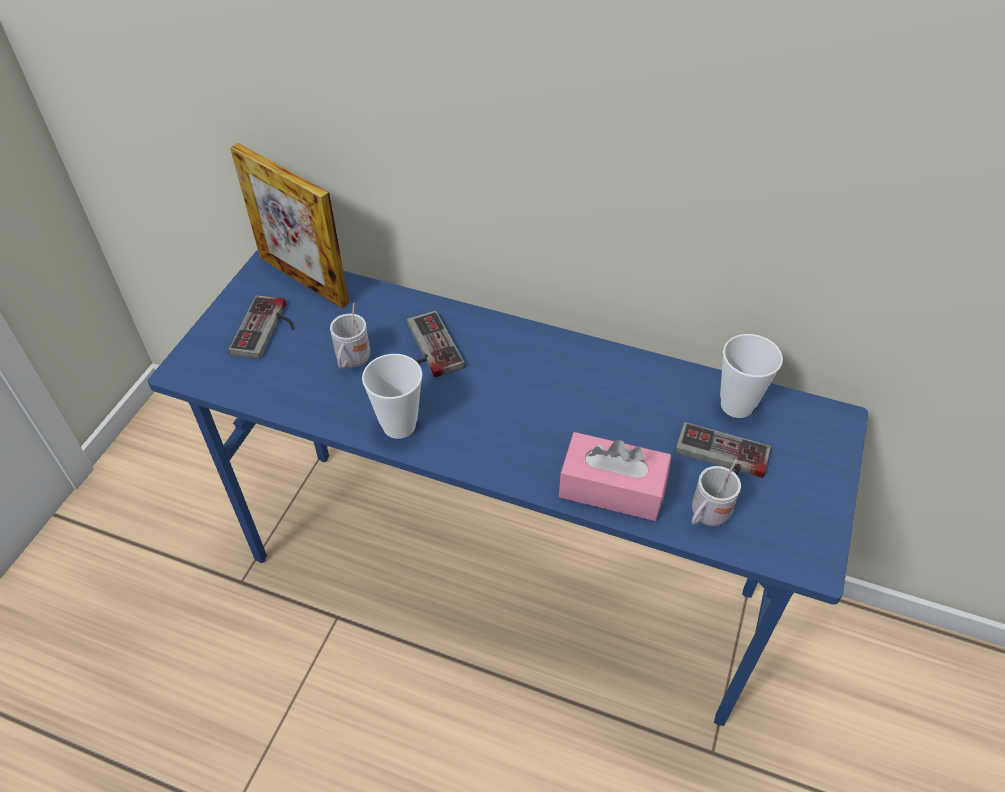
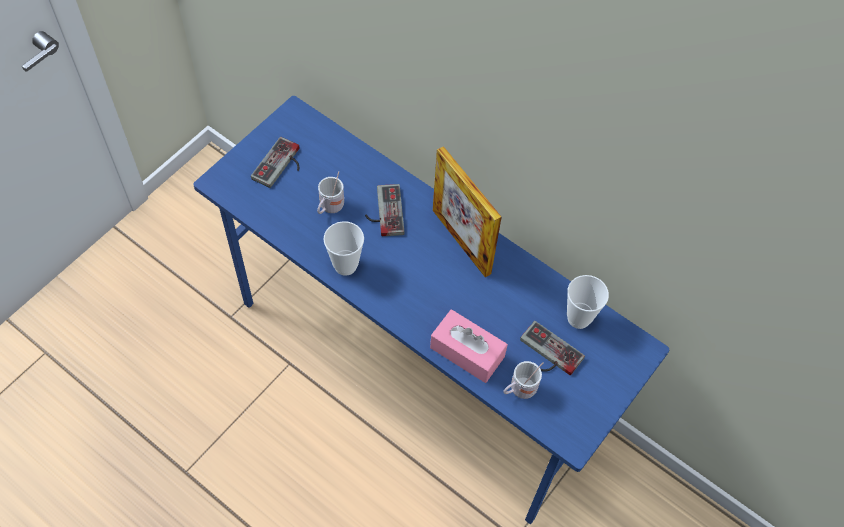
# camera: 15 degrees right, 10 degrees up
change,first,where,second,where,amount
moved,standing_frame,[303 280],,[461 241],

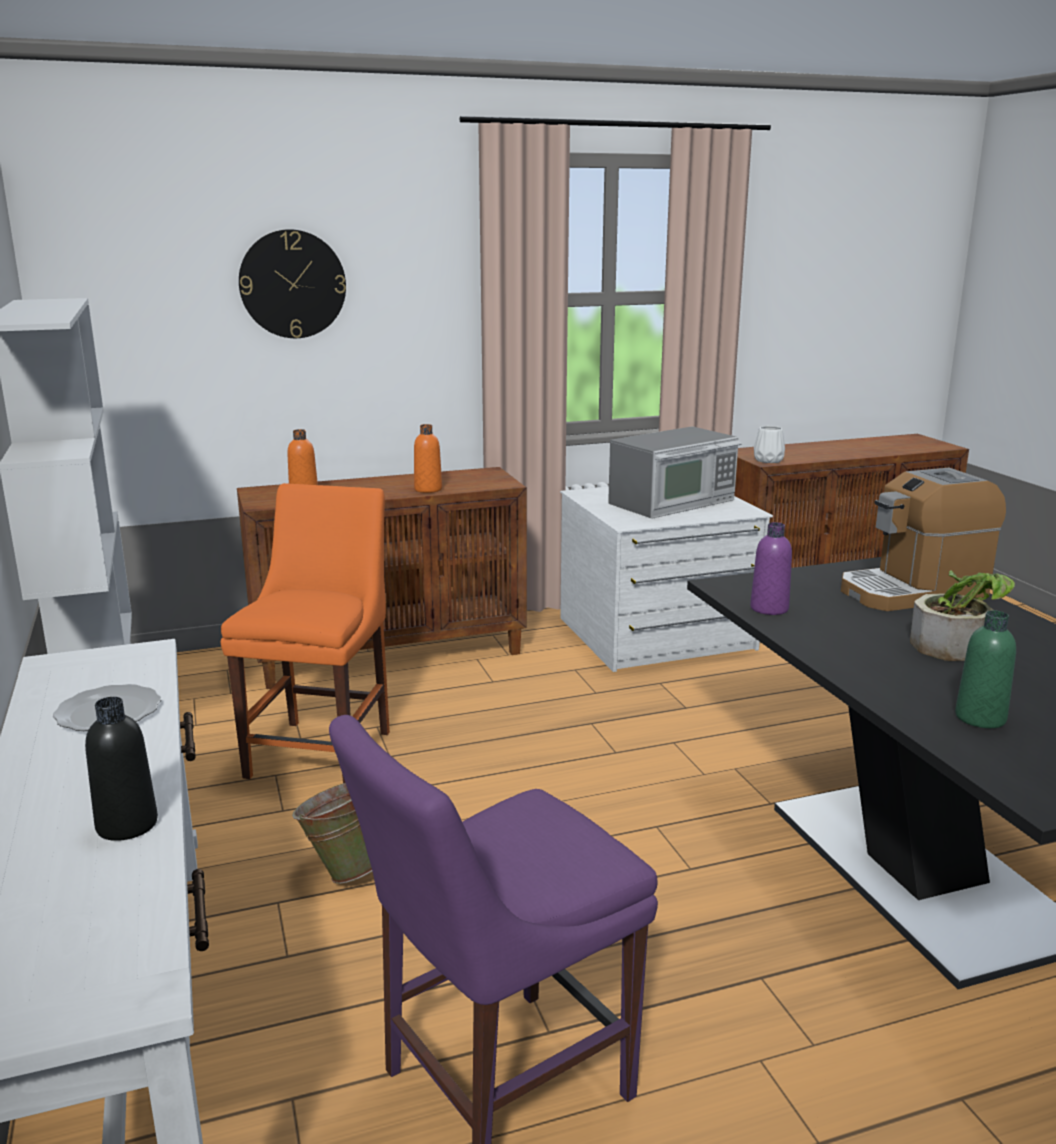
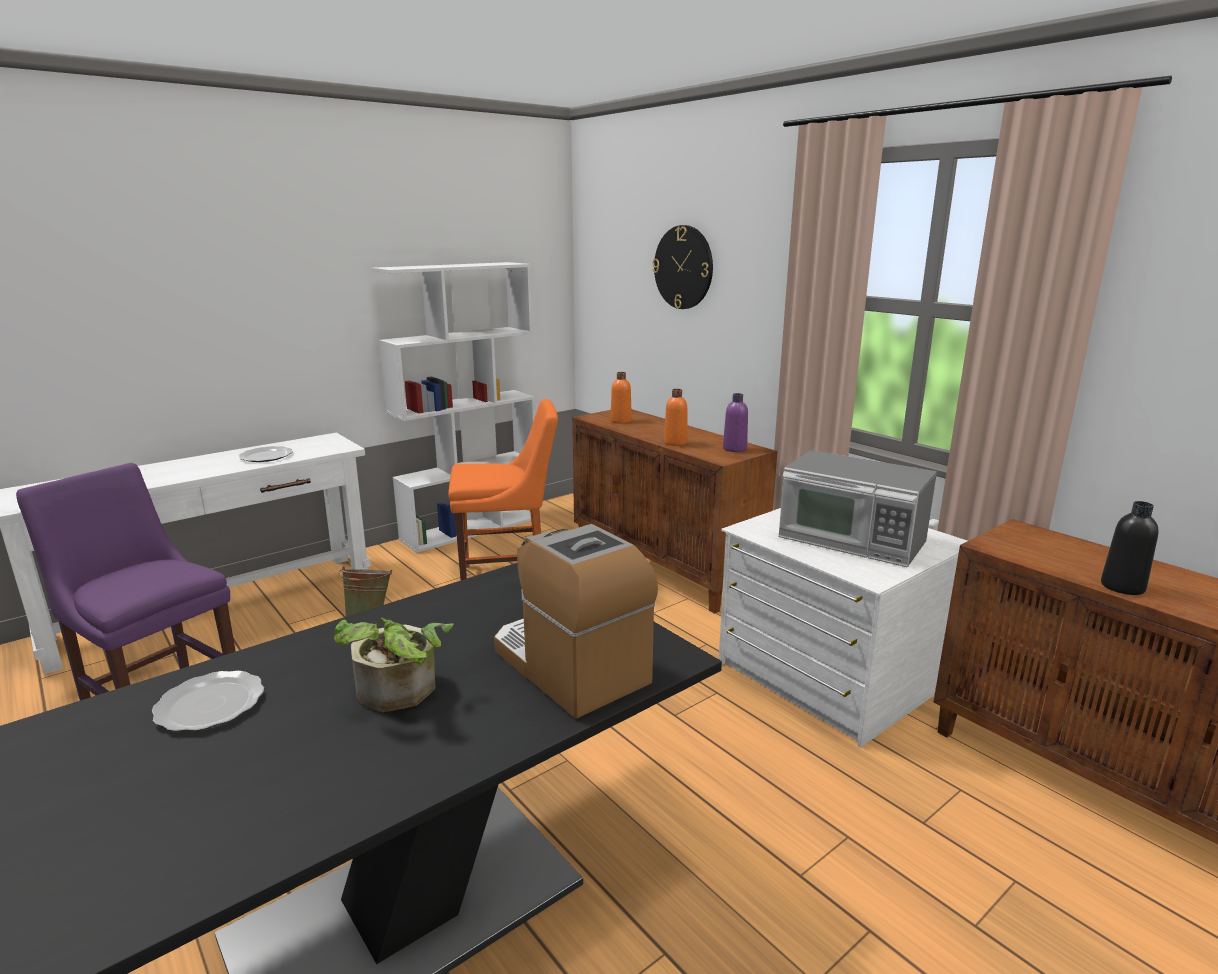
# camera: 70 degrees right, 0 degrees up
change,first,where,second,where,amount
removed,white-coloured_flower_vase,[769 460],,,
moved,black-coloured_drink_bottle,[127 825],,[1122 587],
moved,purplish_drink_bottle,[769 608],,[734 449],
replaced,greenish_drink_bottle,[980 718],dinner_plate,[212 704],

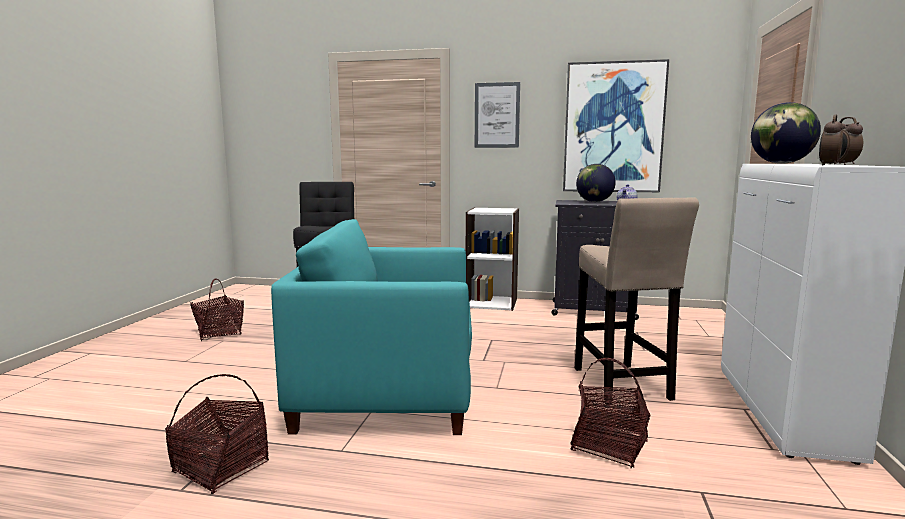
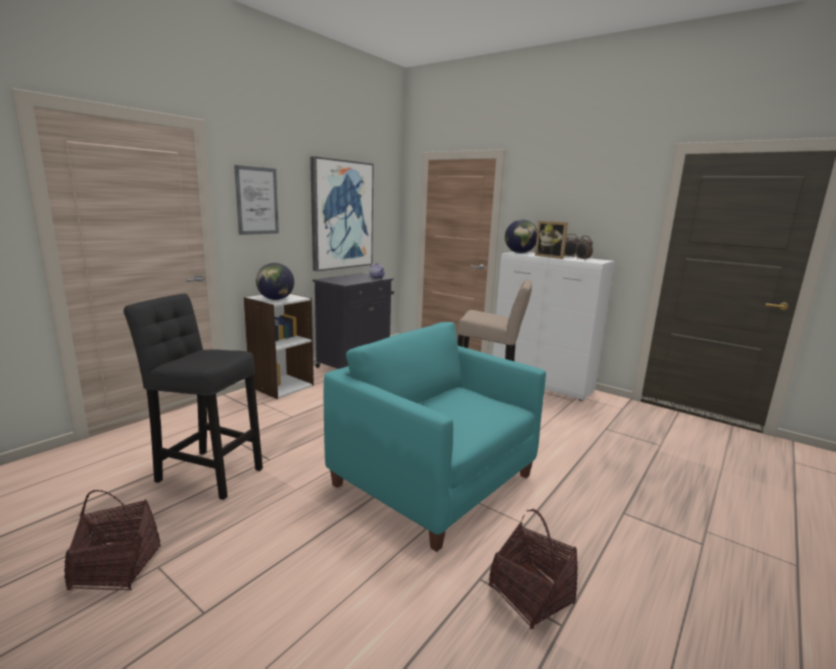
# camera: 65 degrees left, 5 degrees up
change,first,where,second,where,amount
removed,household_basket,[609 447],,,
added,,,standing_frame,[550 257],
moved,desk_globe,[594 202],,[275 299],
turned,turquoise-coloured_armchair,[388 391],,[433 480],105 degrees clockwise

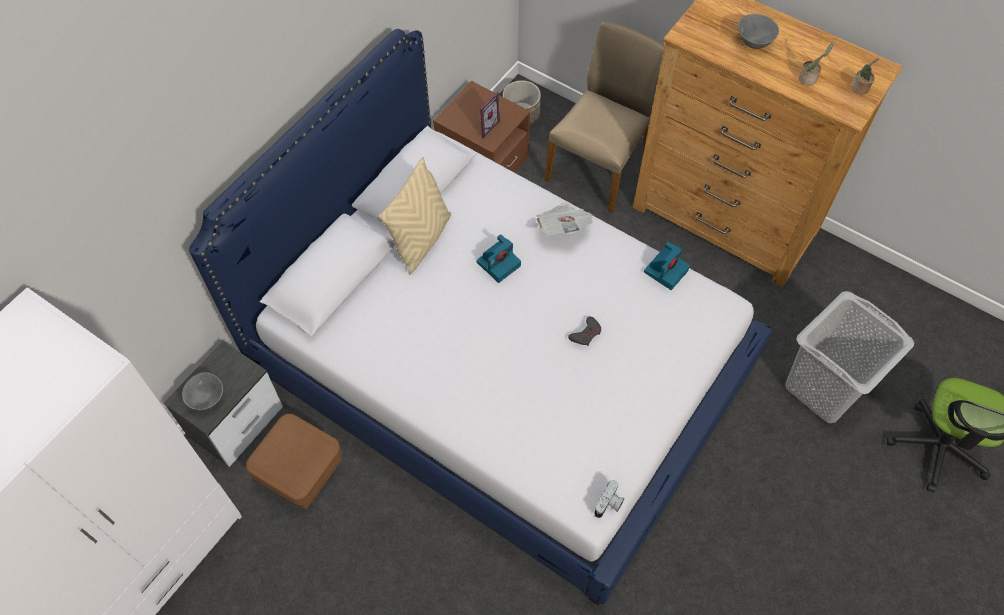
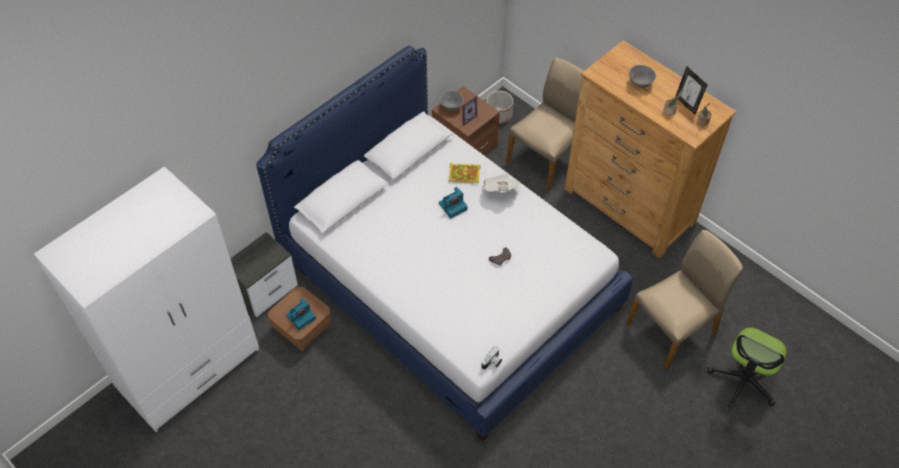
# camera: 10 degrees right, 5 degrees down
change,first,where,second,where,amount
removed,beige_cushion,[421 240],,,
added,,,bound_book,[465 174],
added,,,standing_frame,[686 104],
moved,gray_deep_dish,[206 399],,[451 106],
moved,photo_camera,[666 270],,[301 316],
replaced,gray_laundry_basket,[825 387],beige_upright_chair,[673 329],

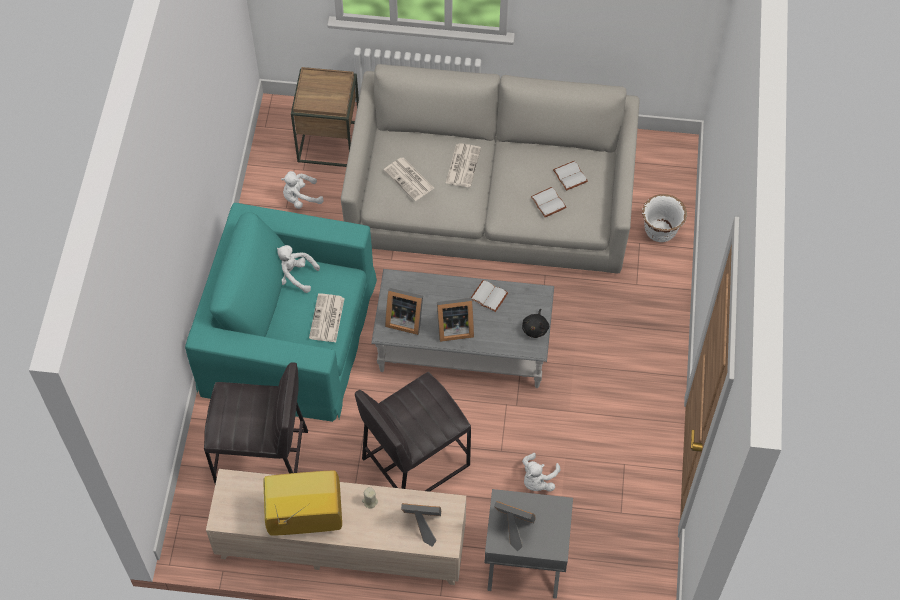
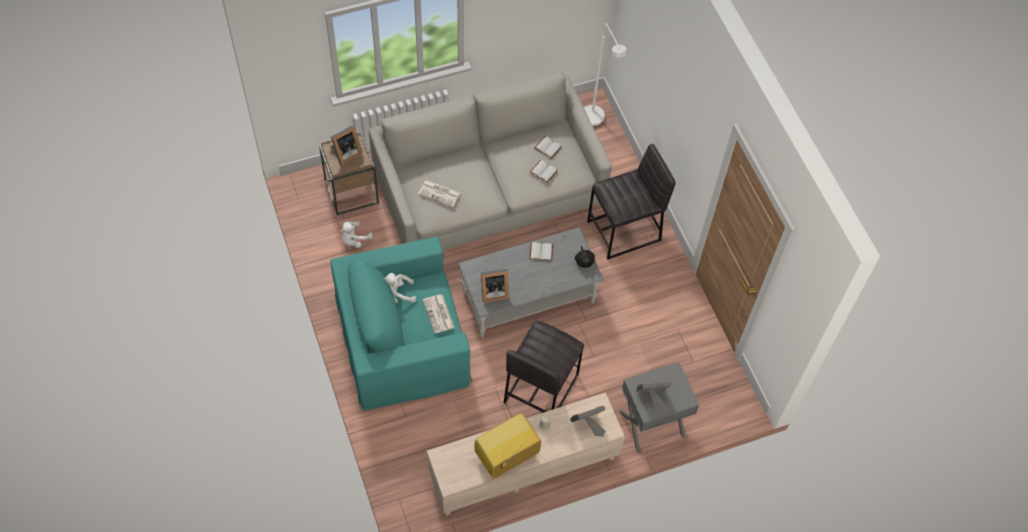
# camera: 30 degrees left, 0 degrees up
change,first,where,second,where,amount
removed,newspaper,[463 165],,,
removed,white-coloured_plush_toy,[537 480],,,
removed,white-coloured_plant_pot,[660 231],,,
added,,,white-coloured_standard_lamp,[595 122],
moved,gray_sitting_stool,[263 460],,[624 231],
moved,standing_frame,[453 327],,[345 153],

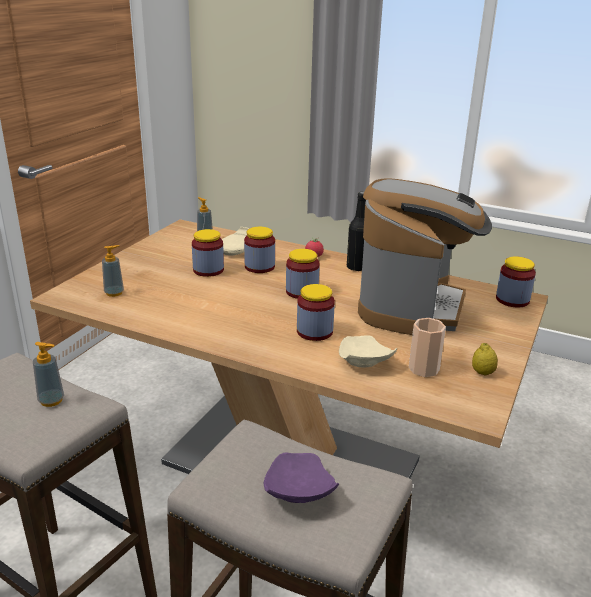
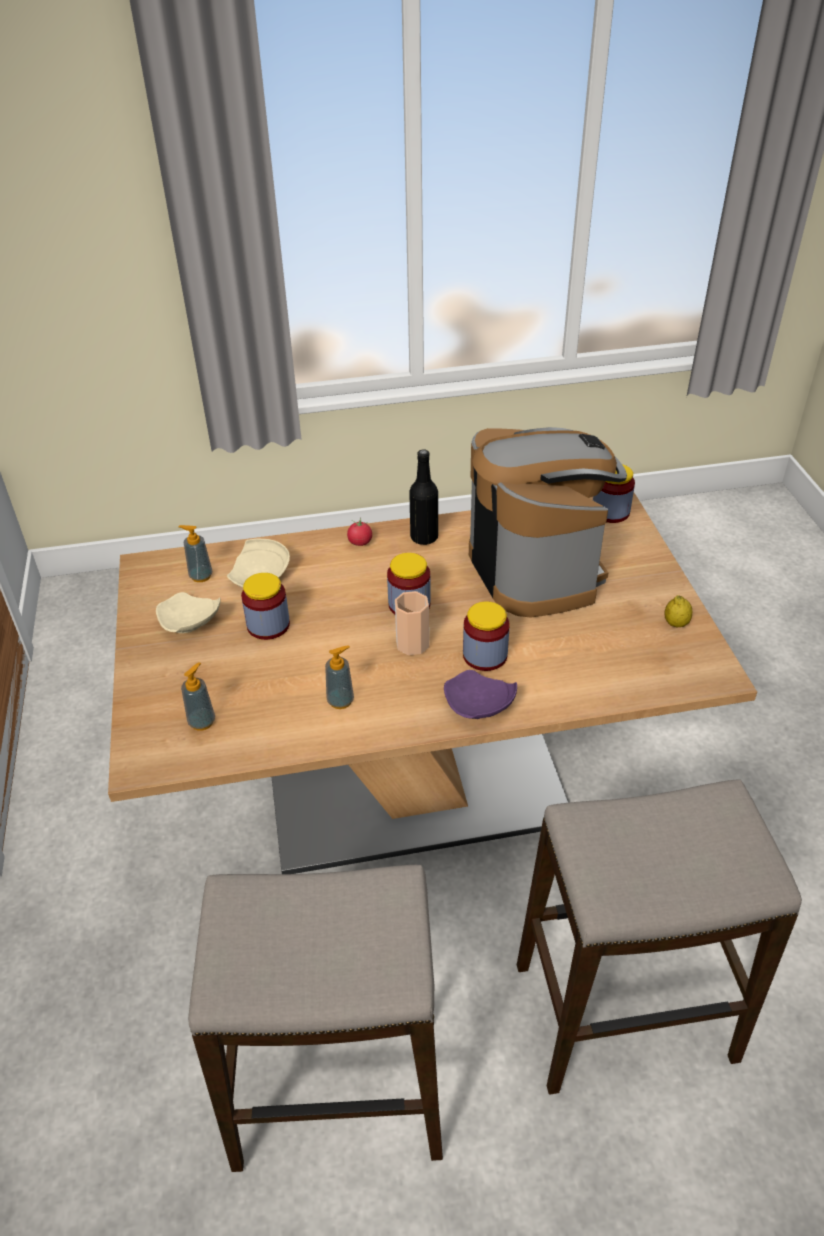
# camera: 35 degrees left, 15 degrees up
change,first,where,second,where,amount
removed,preserve_jar,[259 267],,,
moved,soap_dispenser,[51 400],,[340 701],
moved,purplish_dinner_plate,[297 492],,[478 706],
moved,beige_dinner_plate,[363 361],,[189 623],
moved,small_cup,[424 369],,[412 644],

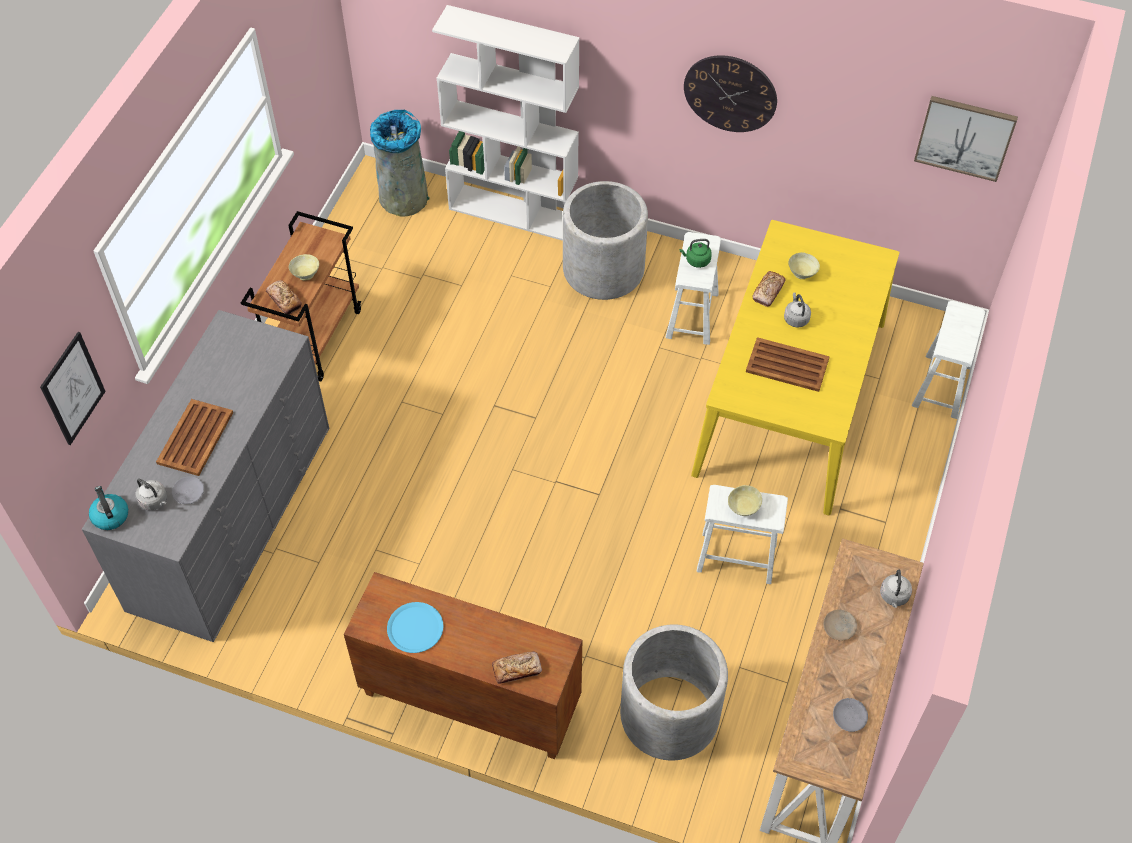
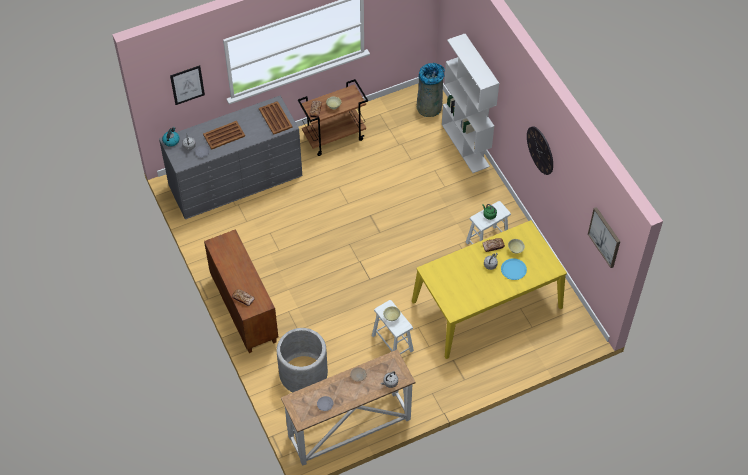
# camera: 45 degrees right, 0 degrees up
change,first,where,second,where,amount
removed,gray_plant_pot,[603 269],,,
removed,white-coloured_sitting_stool,[941 386],,,
moved,blue_dinner_plate,[415 628],,[513 269],
moved,brownish_serving_tray,[788 365],,[275 118],

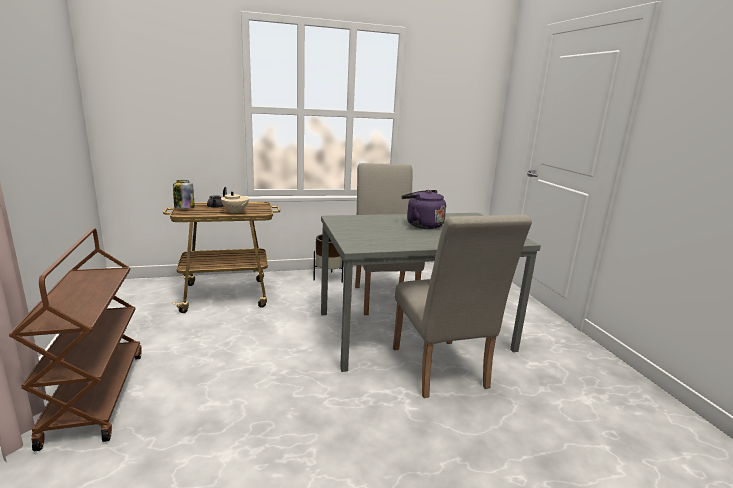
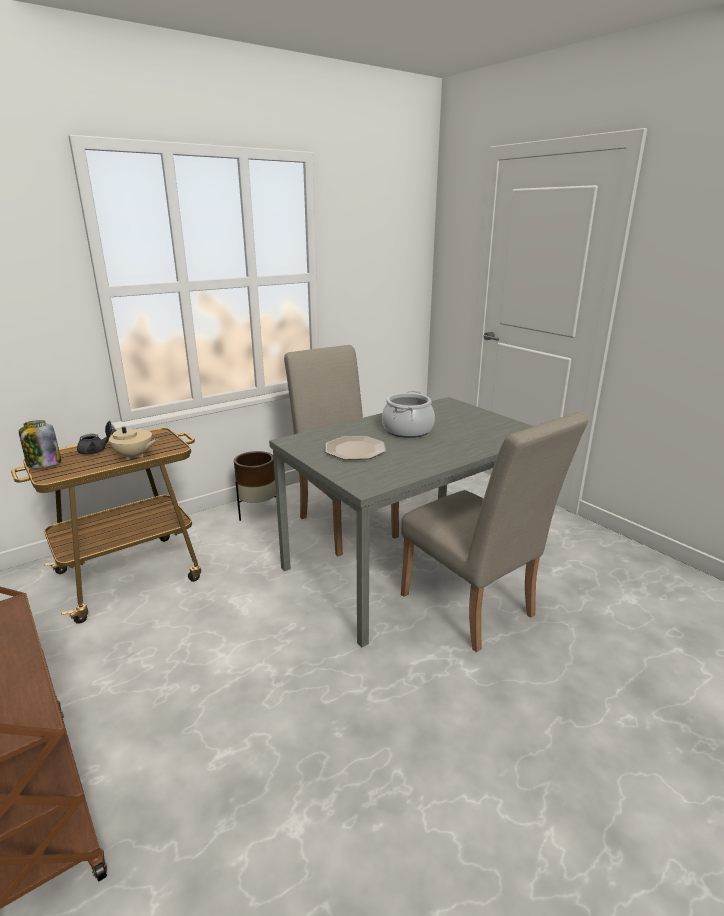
# camera: 20 degrees left, 5 degrees up
change,first,where,second,where,amount
added,,,dinner_plate,[356 449],
replaced,purplish_water_kettle,[422 225],saucepot,[407 430],

